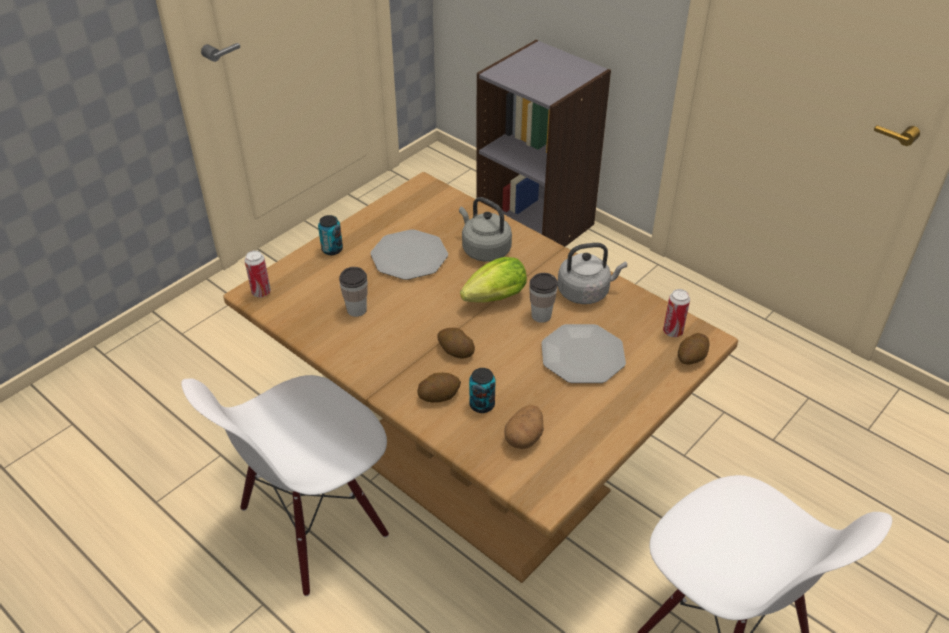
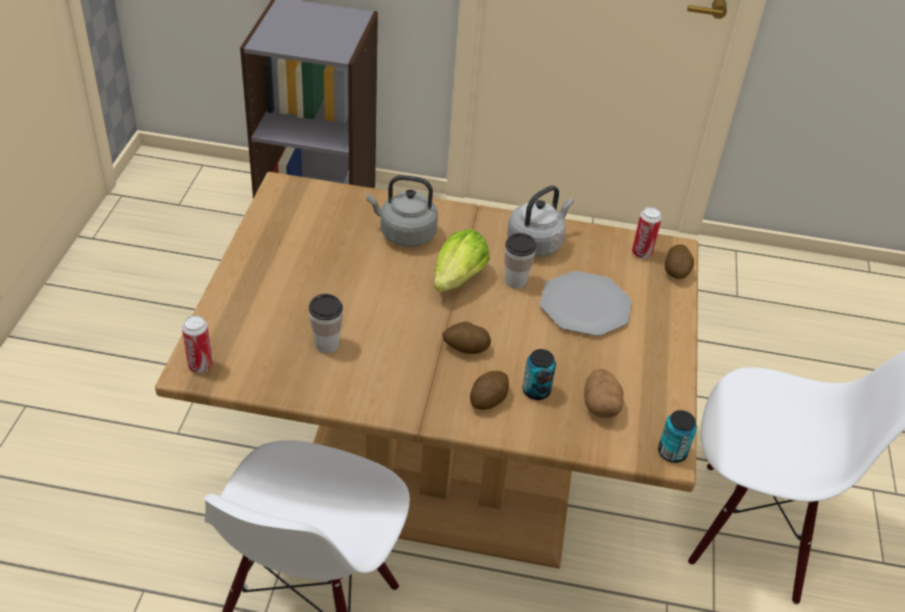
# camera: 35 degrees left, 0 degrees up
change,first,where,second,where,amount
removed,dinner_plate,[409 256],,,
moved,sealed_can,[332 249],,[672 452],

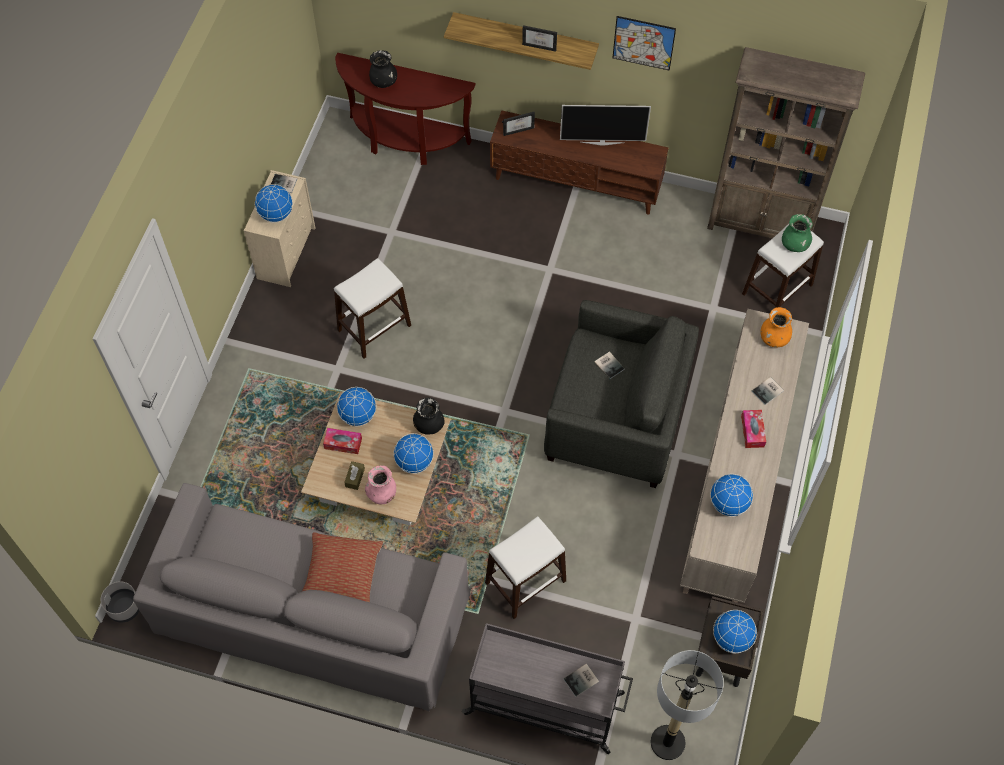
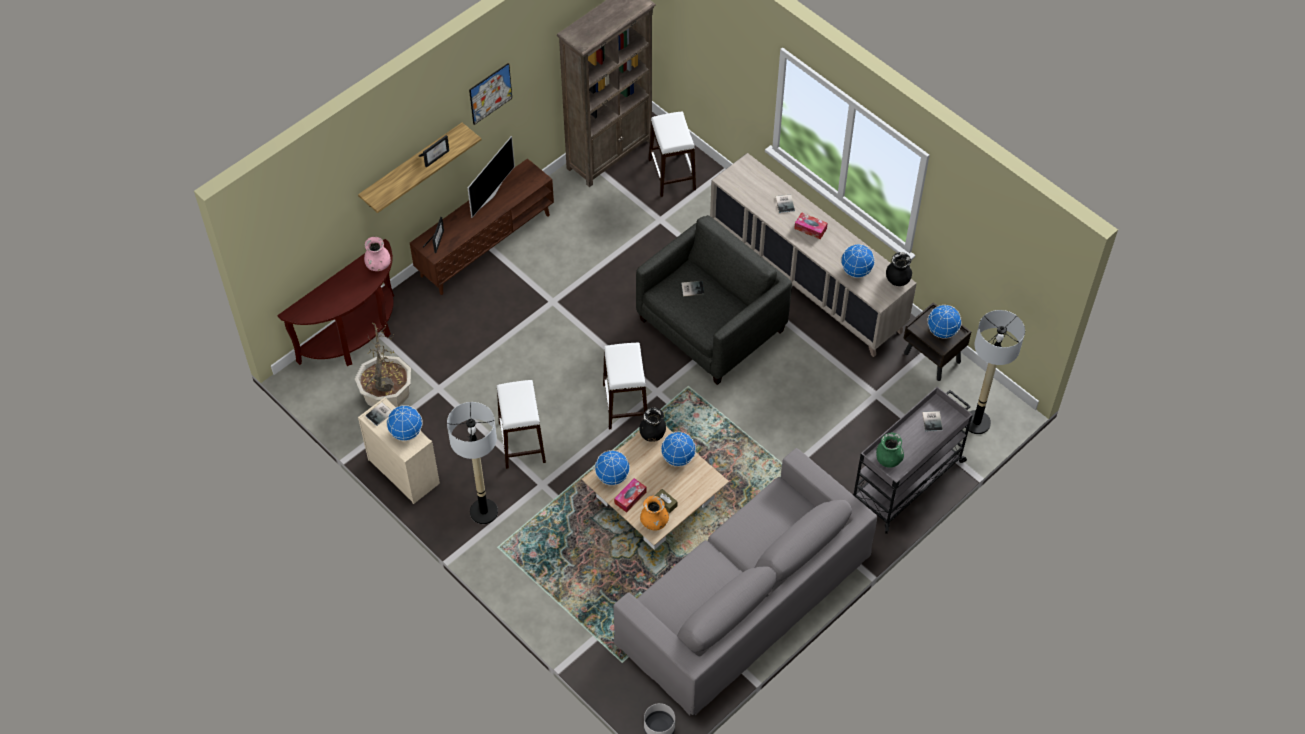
# camera: 60 degrees left, 5 degrees down
change,first,where,second,where,amount
removed,cushion,[342 574],,,
added,,,potted_plant,[387 396],
added,,,standard_lamp,[483 511],
moved,pinkish_flower_vase,[382 493],,[378 265],
moved,black-coloured_flower_vase,[383 82],,[897 279],
moved,white-coloured_sitting_stool,[525 581],,[625 404],
moved,orange_flower_vase,[774 338],,[654 522],
moved,greenish_flower_vase,[794 244],,[888 459],

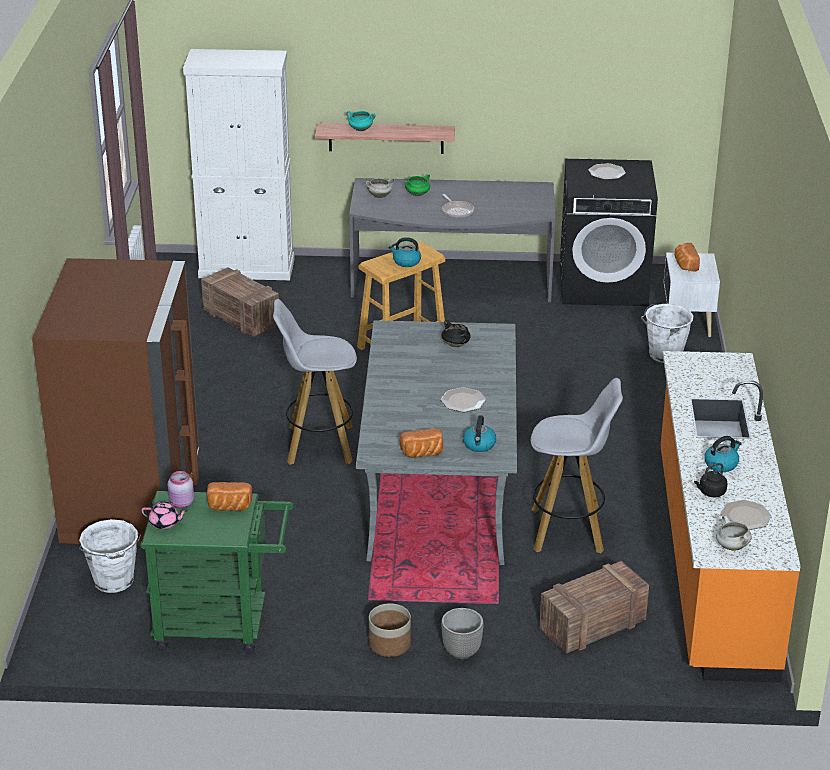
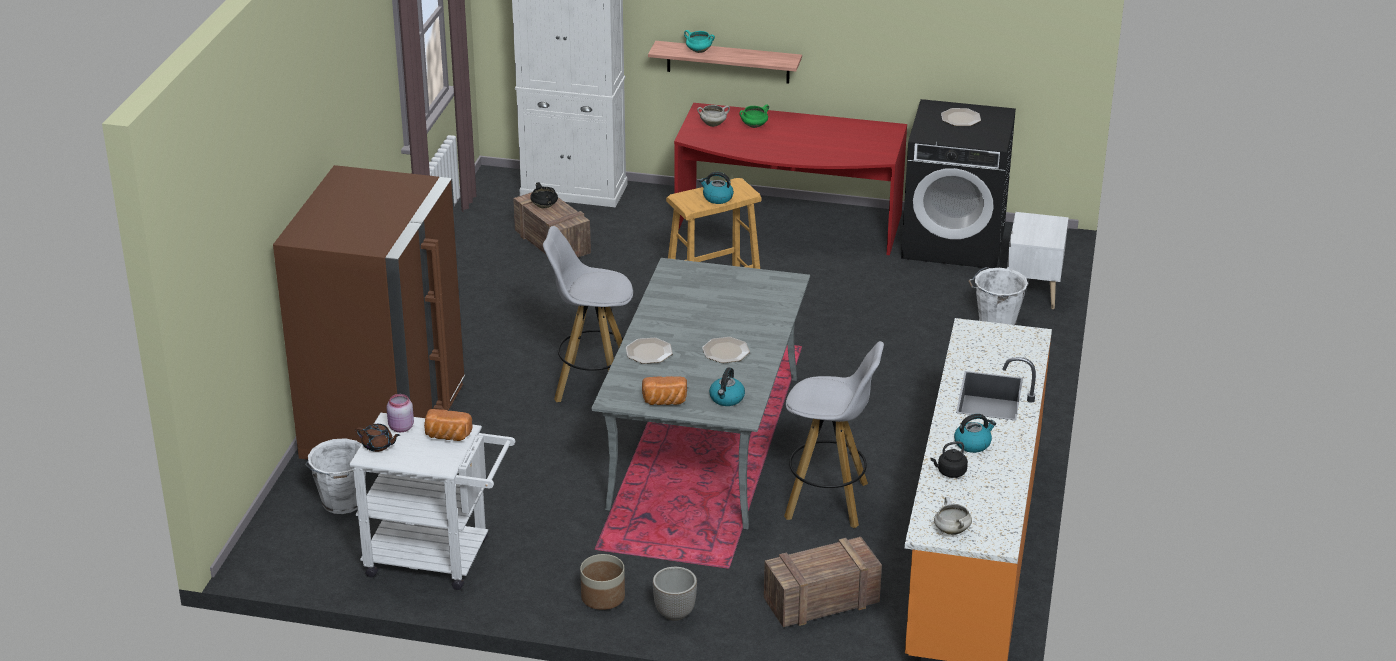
# camera: 10 degrees right, 0 degrees up
change,first,where,second,where,amount
removed,pan,[457 211],,,
removed,bakery_bread,[685 265],,,
moved,black-coloured_saucepot,[456 345],,[545 206],
moved,dinner_plate,[746 516],,[649 352],
recoloured,greenish_cart,[222 625],white-coloured_cart,[438 558],
recoloured,pinkish_tea_pot,[165 523],brownish_tea_pot,[378 445],
recoloured,gray_desk,[451 283],reddish_desk,[787 225],

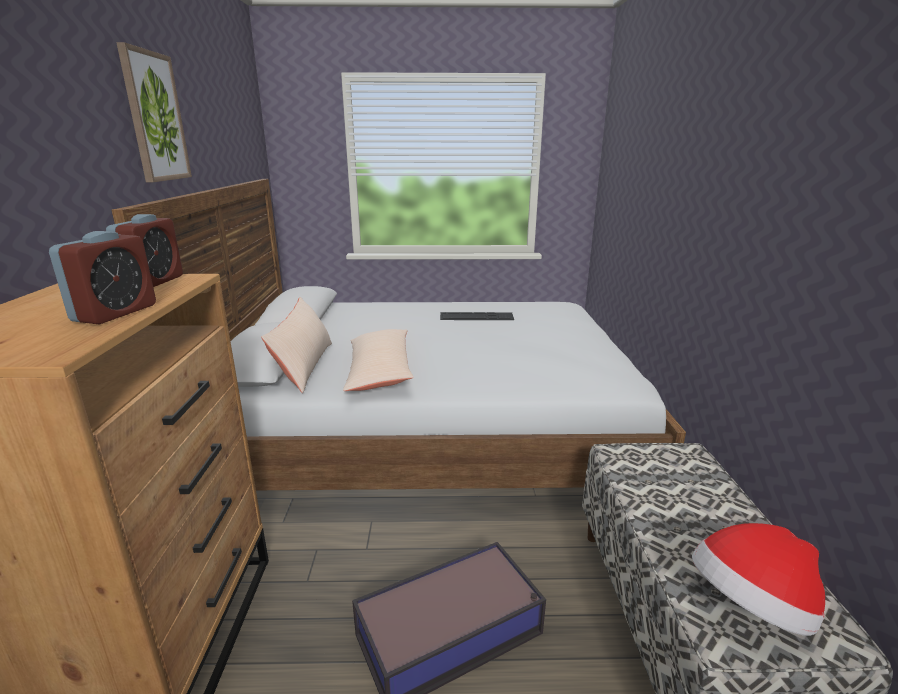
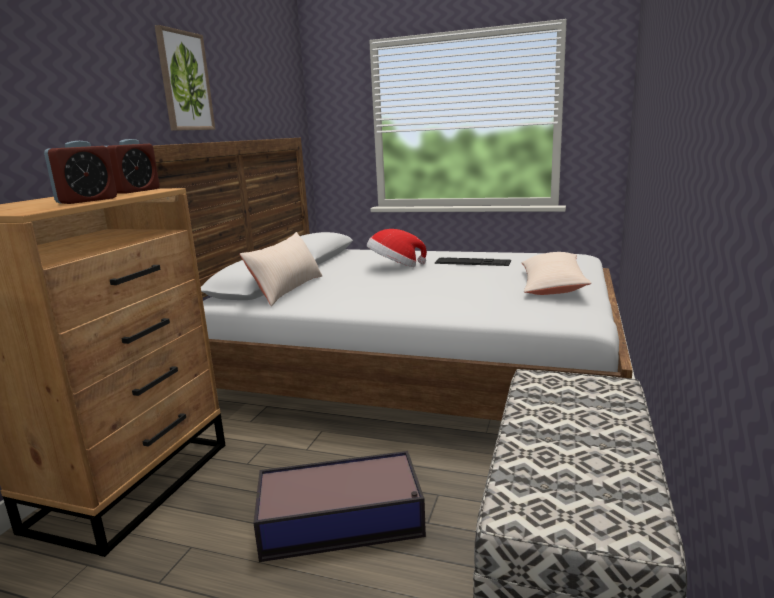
# camera: 20 degrees right, 5 degrees down
change,first,where,second,where,amount
moved,beige_cushion,[379 370],,[552 285],
moved,clothing_hat,[750 608],,[395 267],

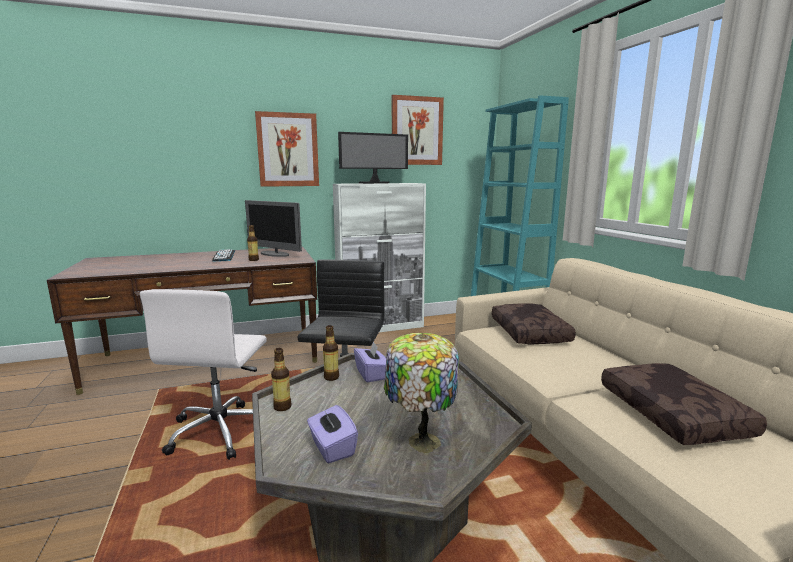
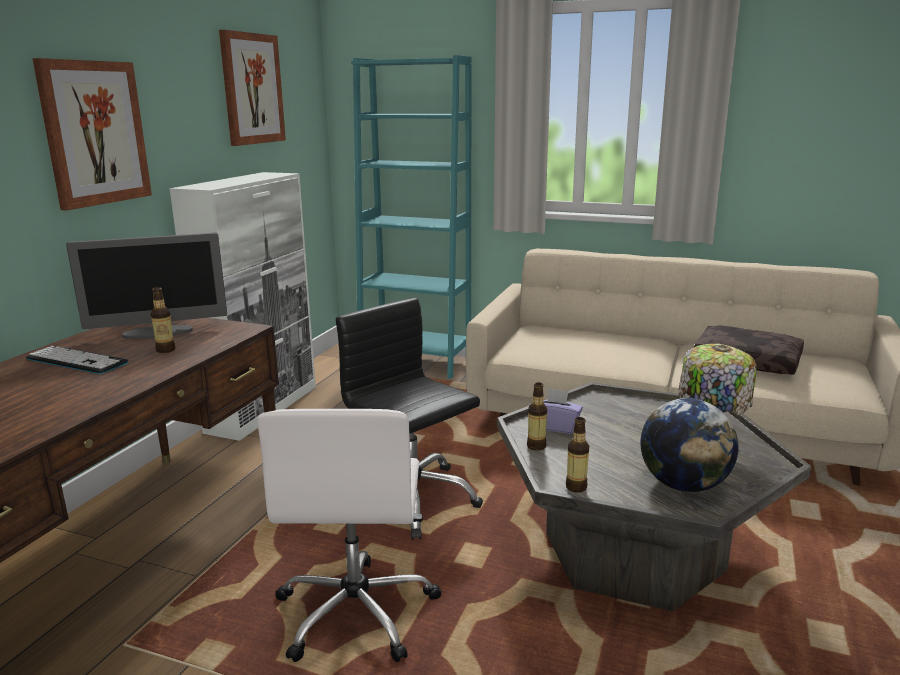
# camera: 50 degrees left, 5 degrees up
change,first,where,second,where,amount
removed,monitor,[374 183],,,
removed,brownish_cushion,[531 333],,,
replaced,purplish_box_of_tissues,[332 448],desk_globe,[684 485],
turned,white-coloured_office_chair,[221 431],,[357 611],45 degrees clockwise

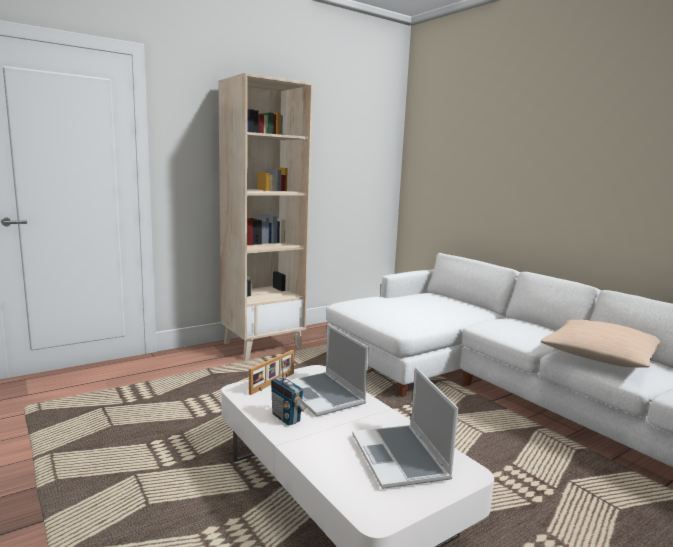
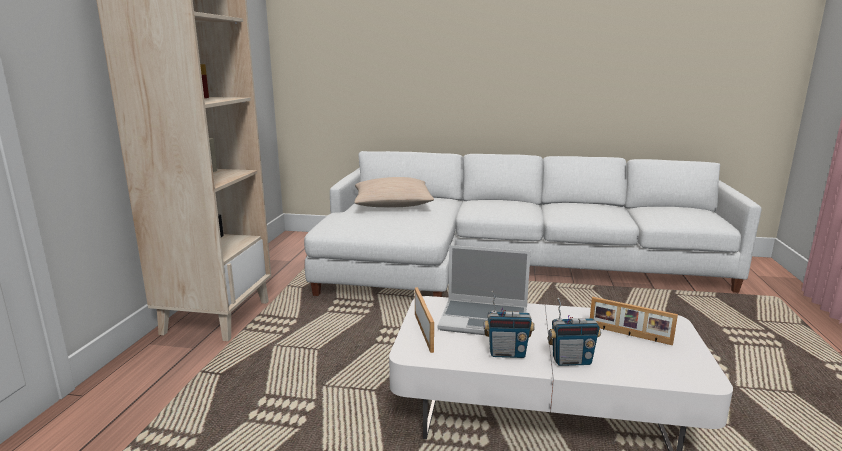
# camera: 45 degrees left, 5 degrees up
change,first,where,second,where,amount
added,,,radio,[571 361],
moved,beige_cushion,[600 356],,[392 204],
replaced,notebook_computer,[401 458],standing_frame,[629 335],

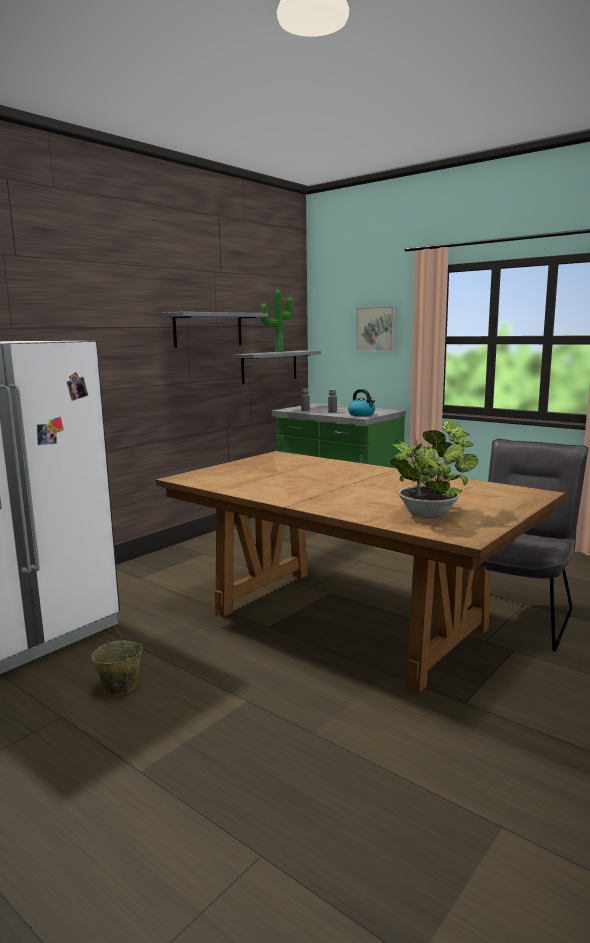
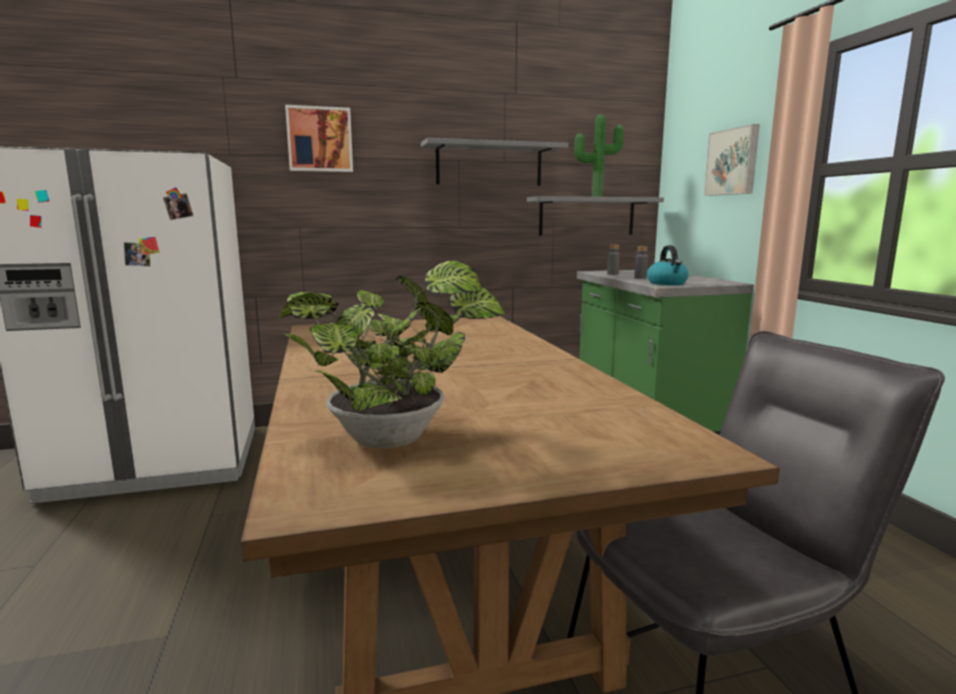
# camera: 35 degrees right, 0 degrees up
change,first,where,second,where,amount
removed,beige_bucket,[119 687],,,
added,,,picture,[320 139],

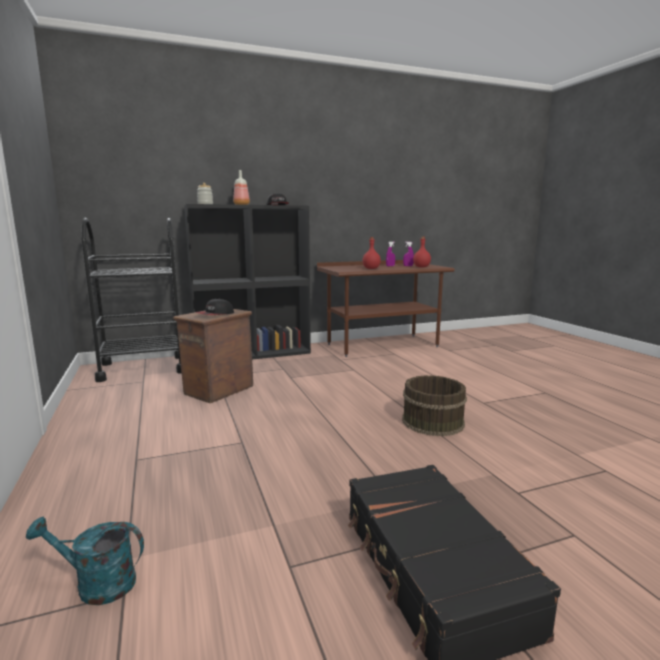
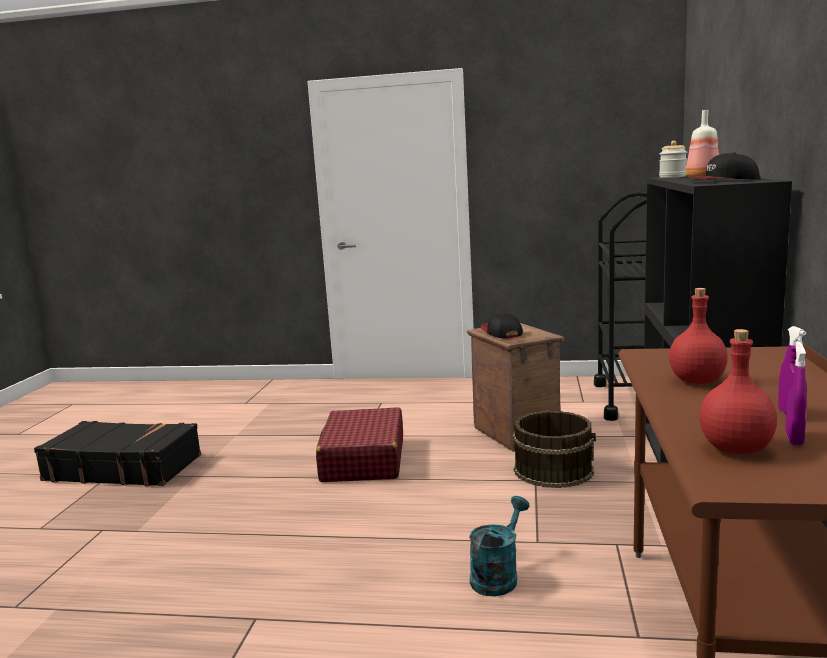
# camera: 120 degrees right, 0 degrees up
change,first,where,second,where,amount
added,,,reddish_travel_case,[363 460],
moved,turquoise-coloured_sprinkling_can,[96 584],,[498 576],
moved,brownish_bucket,[432 422],,[553 470],

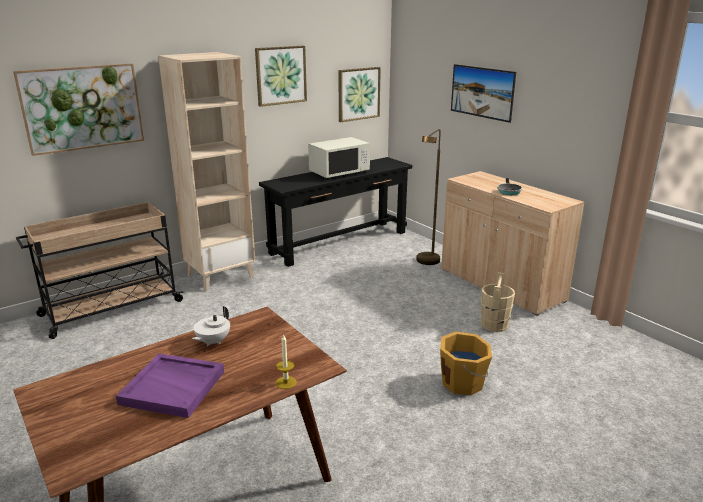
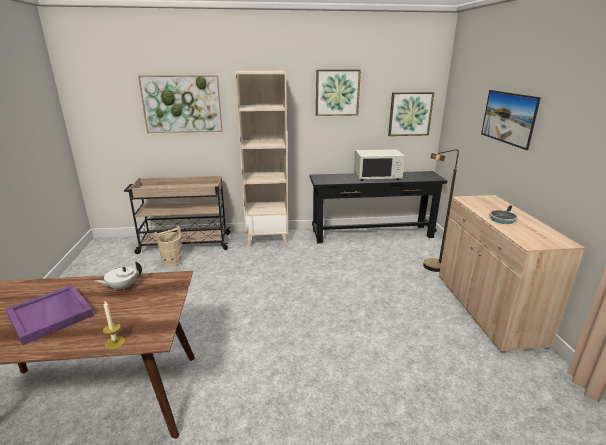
# camera: 30 degrees right, 0 degrees up
change,first,where,second,where,amount
removed,orange_bucket,[463 383],,,
moved,beige_bucket,[494 324],,[172 261],

